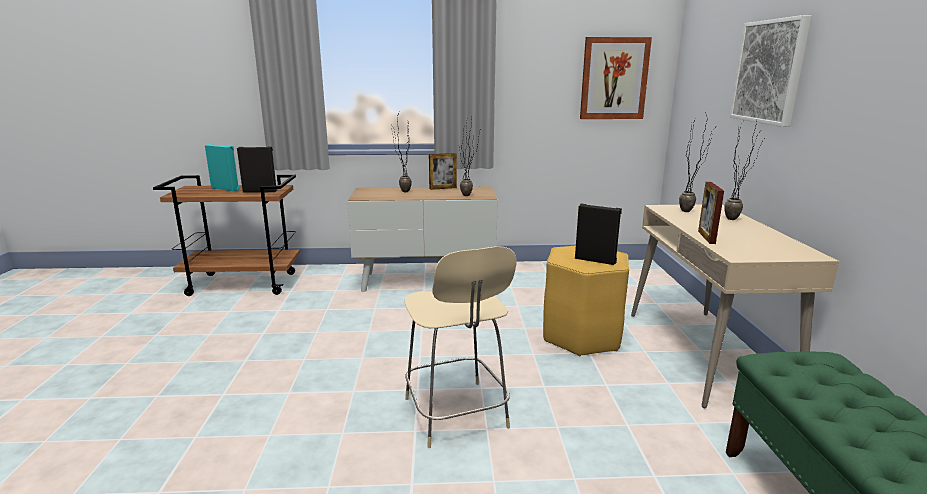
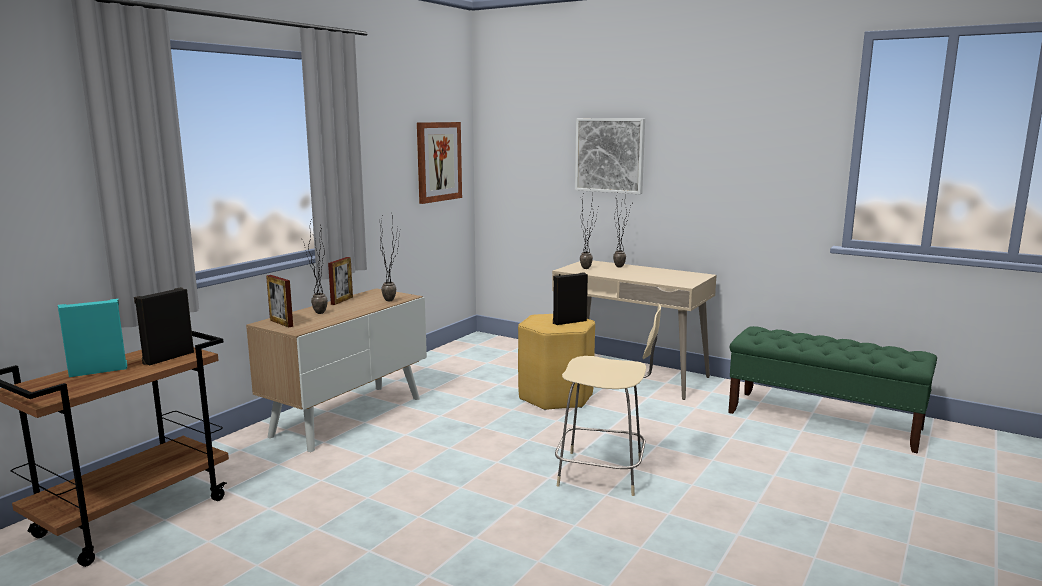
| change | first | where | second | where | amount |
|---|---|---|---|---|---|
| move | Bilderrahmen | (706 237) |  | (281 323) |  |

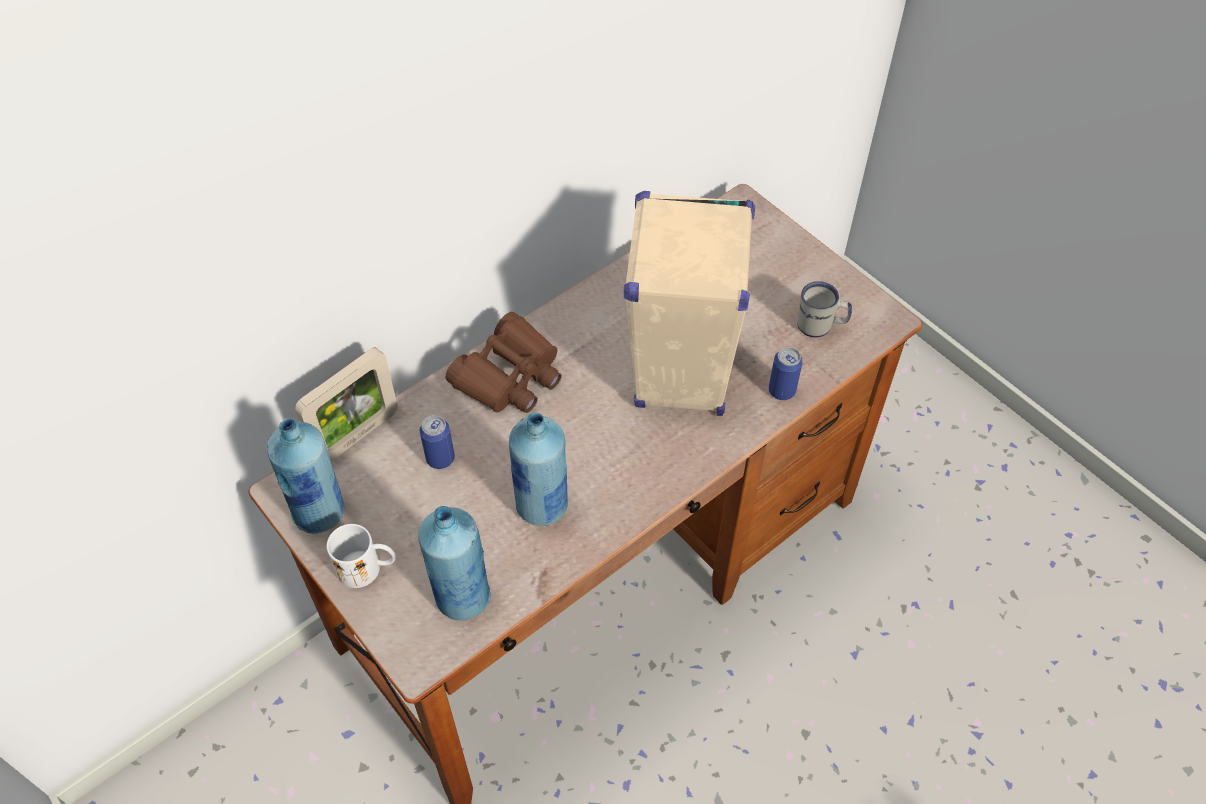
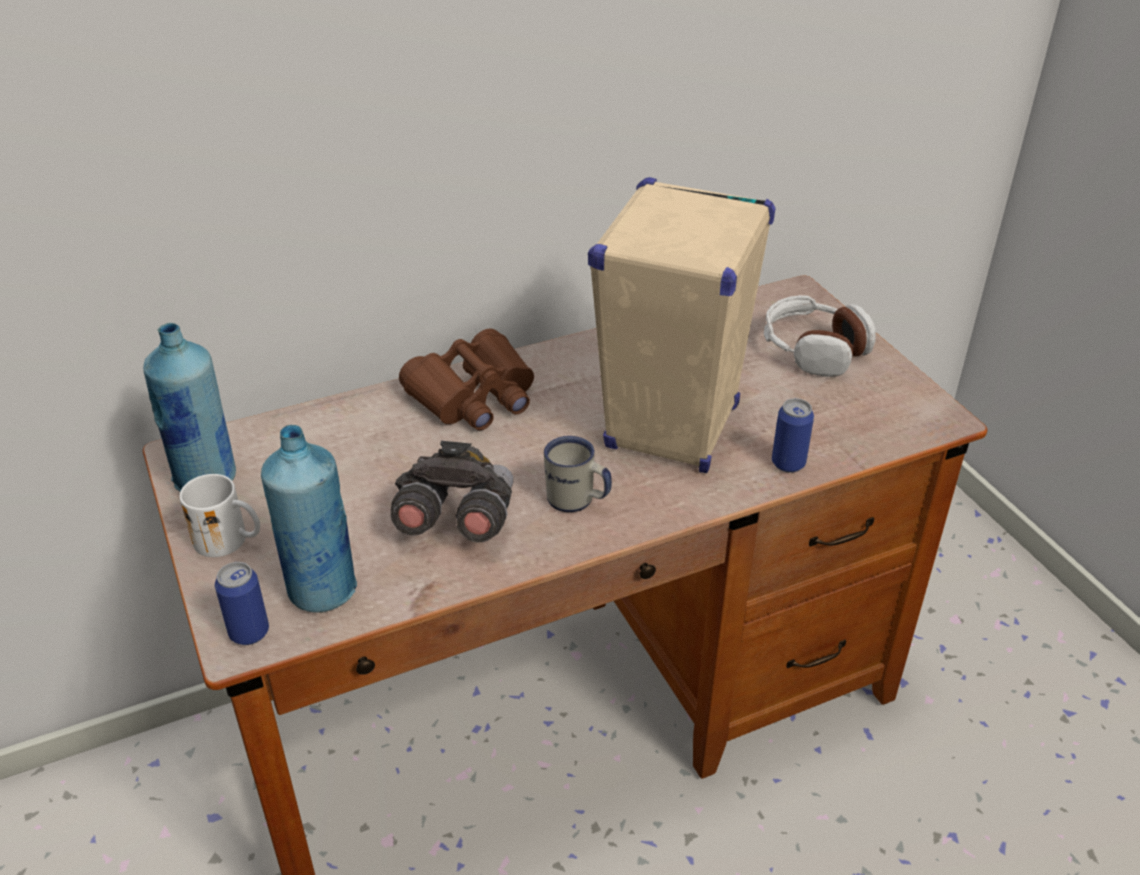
| change | first | where | second | where | amount |
|---|---|---|---|---|---|
| move | Henkelbecher (weiß) | (820 326) |  | (577 501) |  |
| delete | Bilderrahmen | (357 436) |  |  |  |
| replace | Flasche (blau) | (542 506) | Fernglas (grau) | (456 520) |  |
| move | Dose | (440 459) |  | (249 632) |  |
| insert |  |  | Kopfhörer | (813 349) |  |

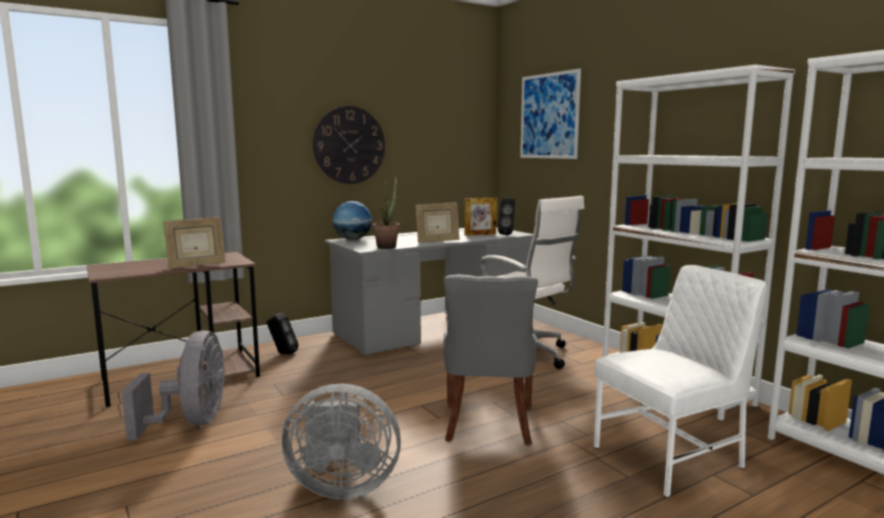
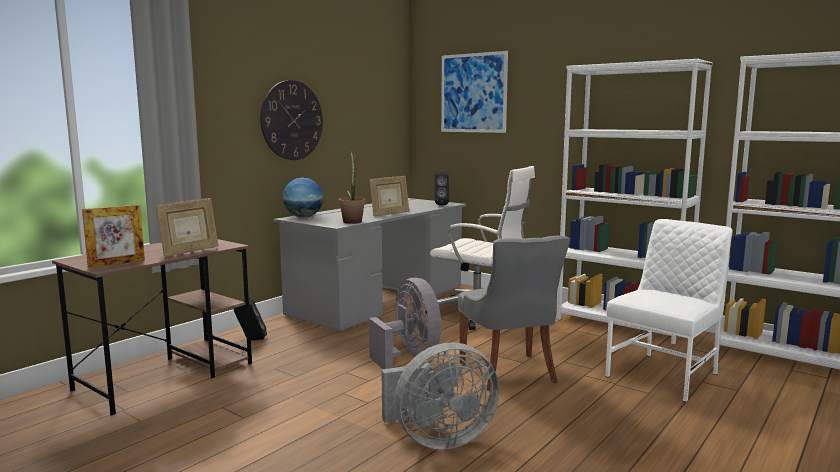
| change | first | where | second | where | amount |
|---|---|---|---|---|---|
| move | Bilderrahmen | (480 234) |  | (117 264) |  |
| move | Ventilator (grau) | (192 422) |  | (409 355) |  |

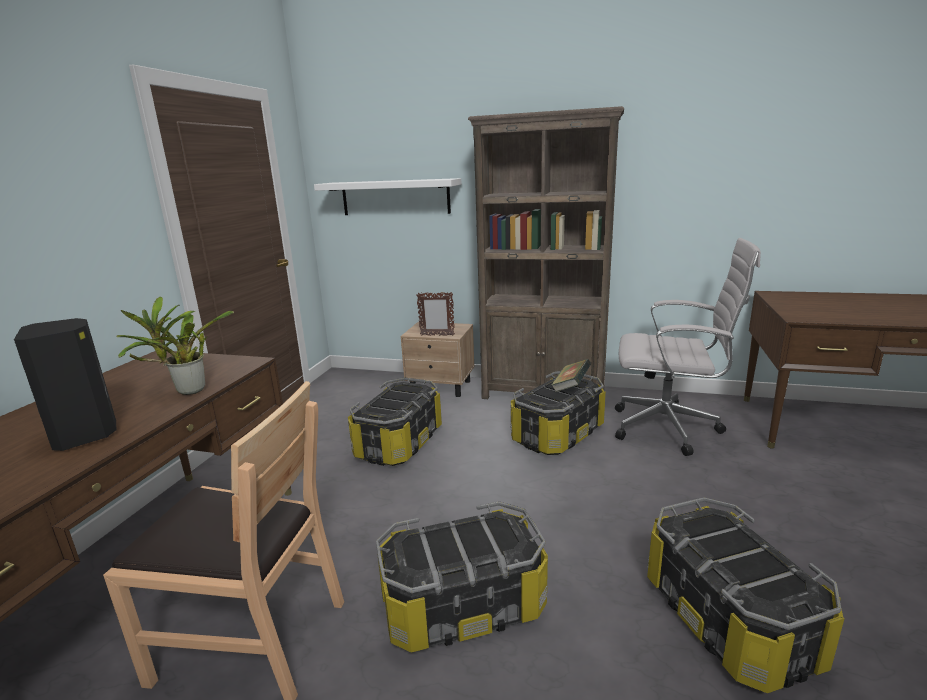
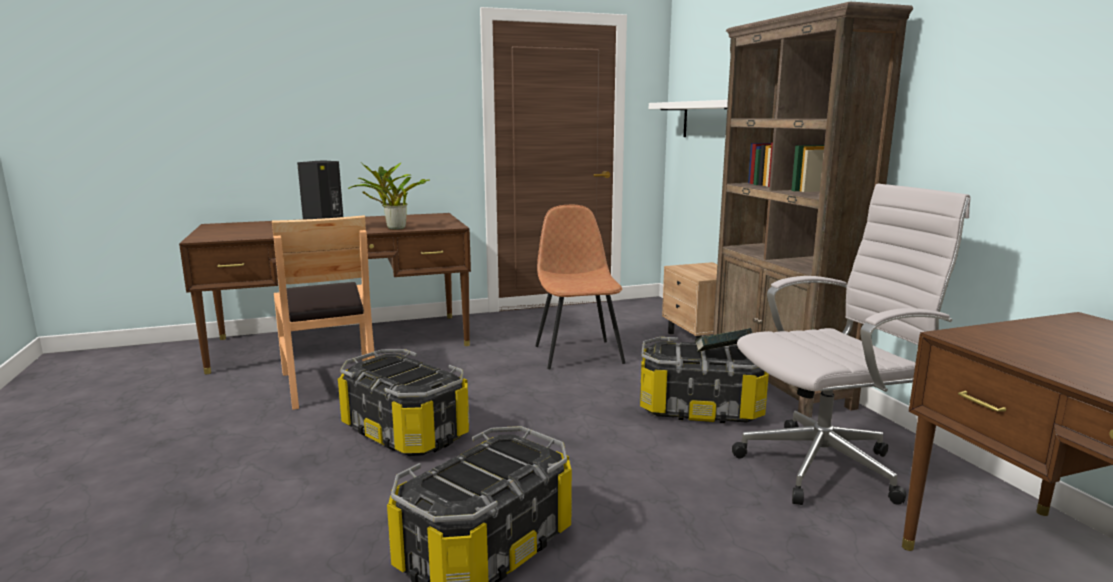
| change | first | where | second | where | amount |
|---|---|---|---|---|---|
| rotate | Bürostuhl (weiß) | (670 428) |  | (827 466) | 90 degrees counterclockwise |
| delete | Bilderrahmen | (437 335) |  |  |  |
| replace | Aufbewahrungsbox | (398 443) | Stuhl (braun) | (578 353) |  |

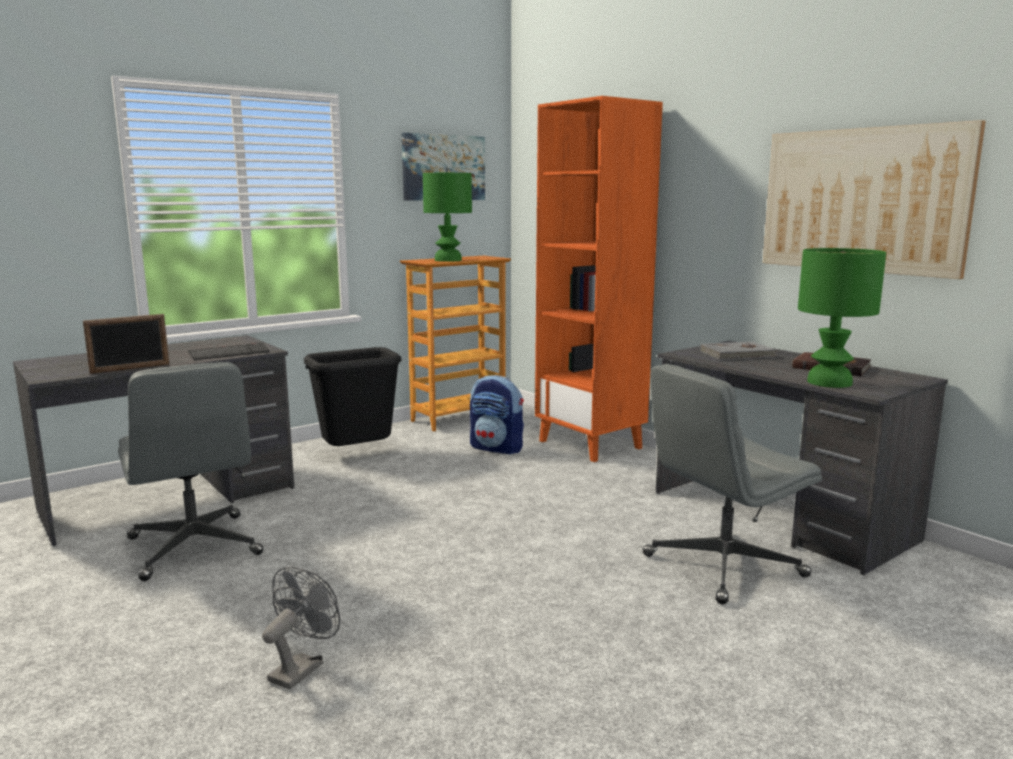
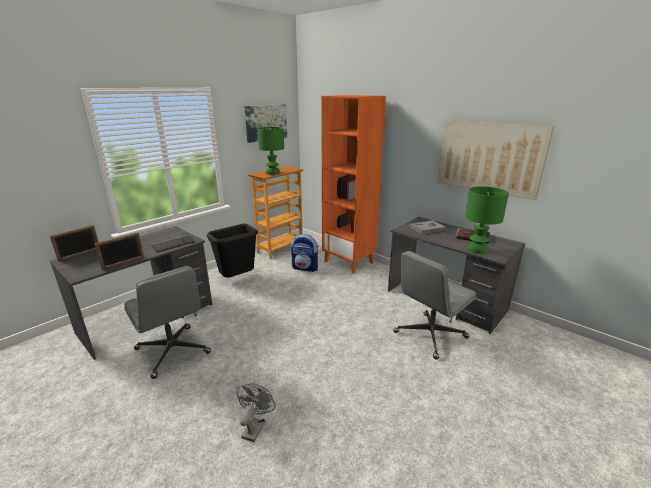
| change | first | where | second | where | amount |
|---|---|---|---|---|---|
| insert |  |  | Bilderrahmen | (80 255) |  |

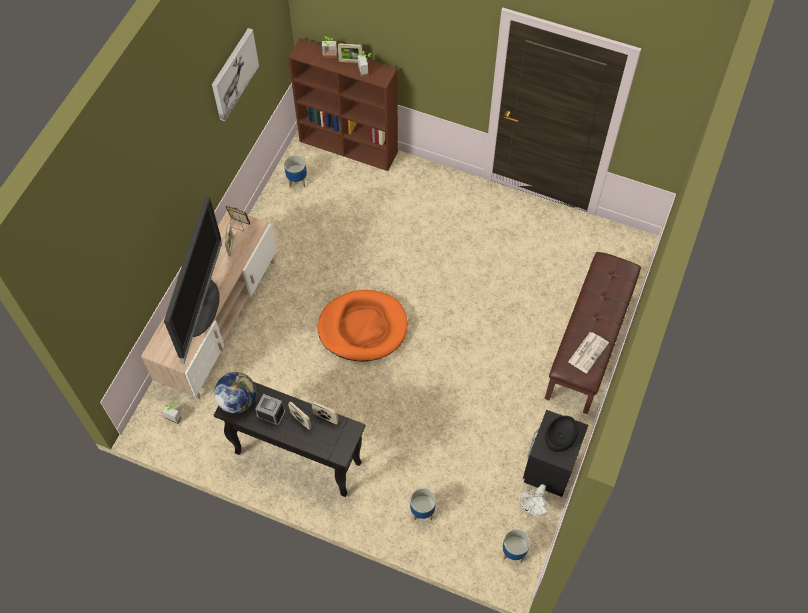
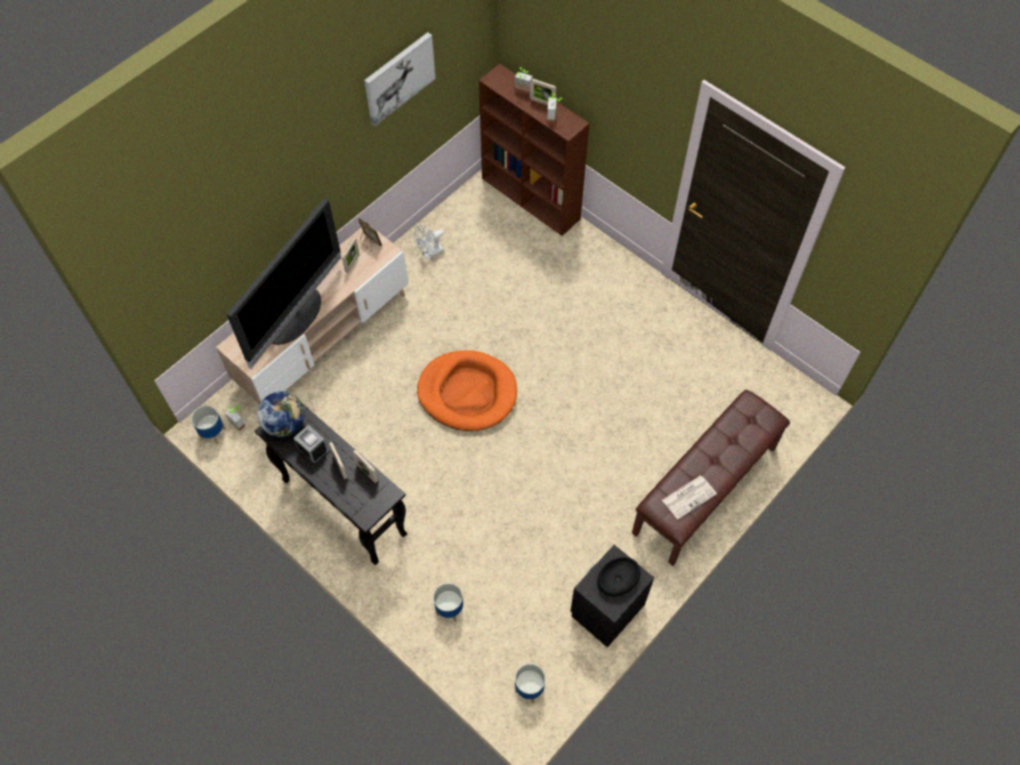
| change | first | where | second | where | amount |
|---|---|---|---|---|---|
| move | Pflanzkübel | (297 181) |  | (213 433) |  |
| move | Ventilator (weiß) | (532 508) |  | (430 254) |  |

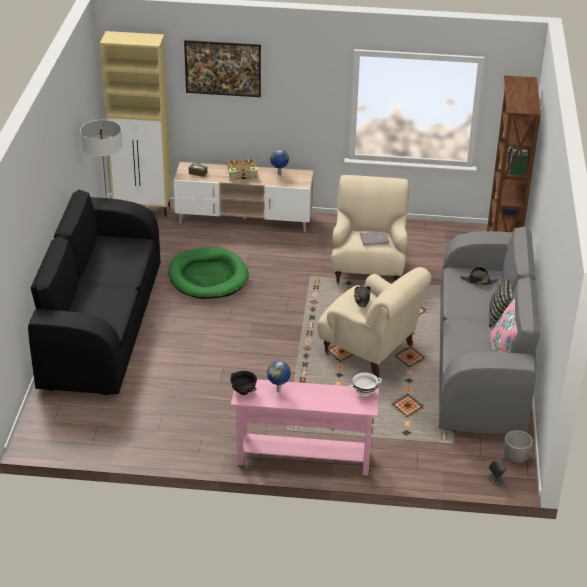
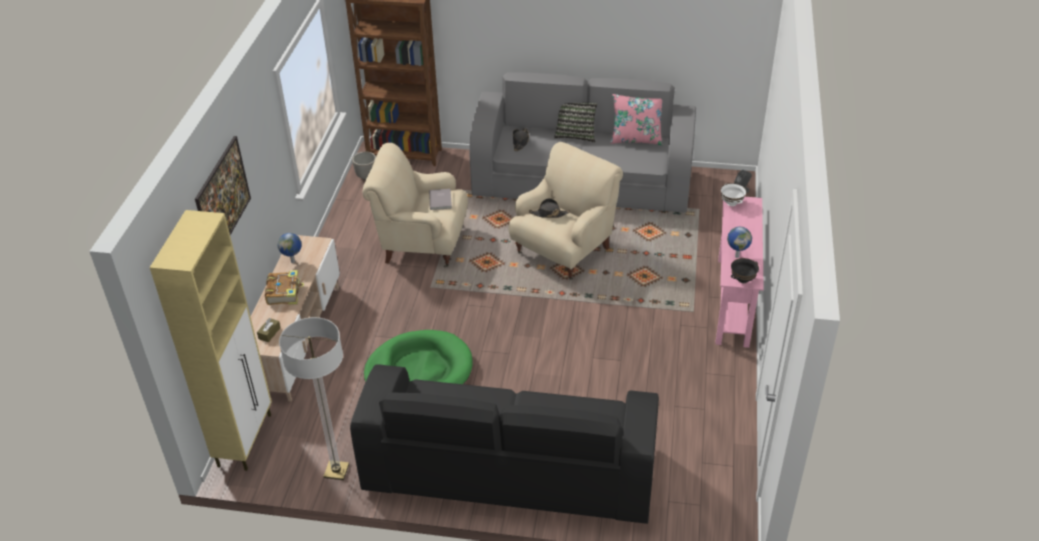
| change | first | where | second | where | amount |
|---|---|---|---|---|---|
| move | Pflanzkübel | (516 459) |  | (367 176) |  |

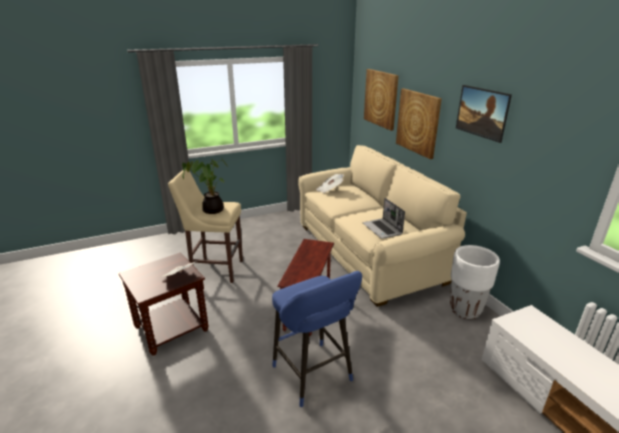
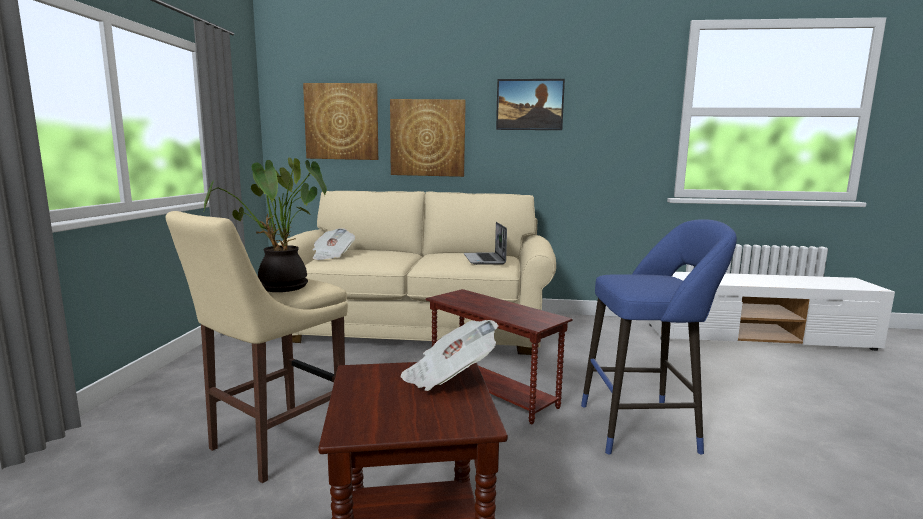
| change | first | where | second | where | amount |
|---|---|---|---|---|---|
| rotate | Laptop | (382 229) |  | (485 260) | 75 degrees clockwise |
| delete | Pflanzkübel (weiß) | (465 310) |  |  |  |

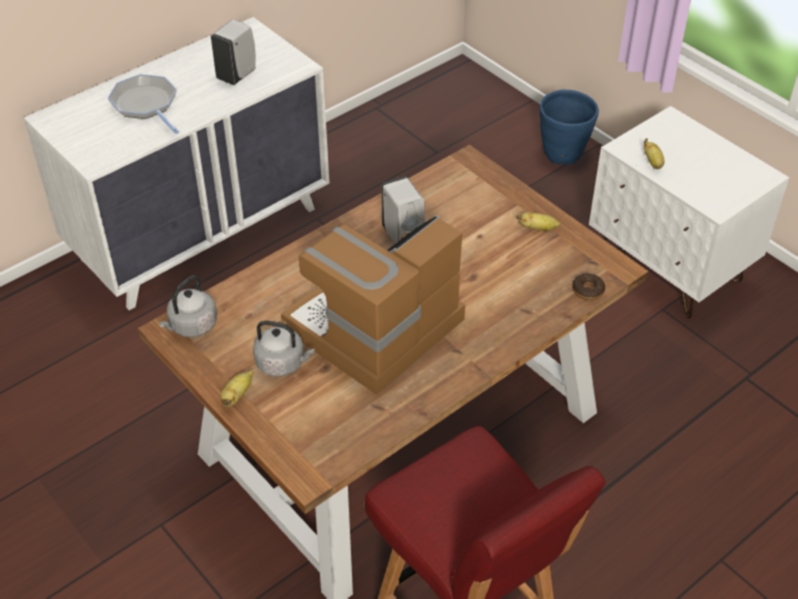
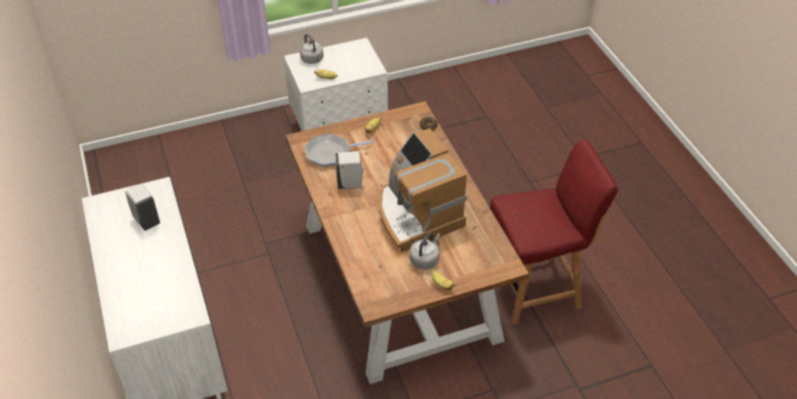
| change | first | where | second | where | amount |
|---|---|---|---|---|---|
| move | Pfanne | (146 104) |  | (330 153) |  |
| delete | Pflanzkübel (blau) | (563 155) |  |  |  |
| move | Wasserkessel (grau) | (191 326) |  | (312 60) |  |

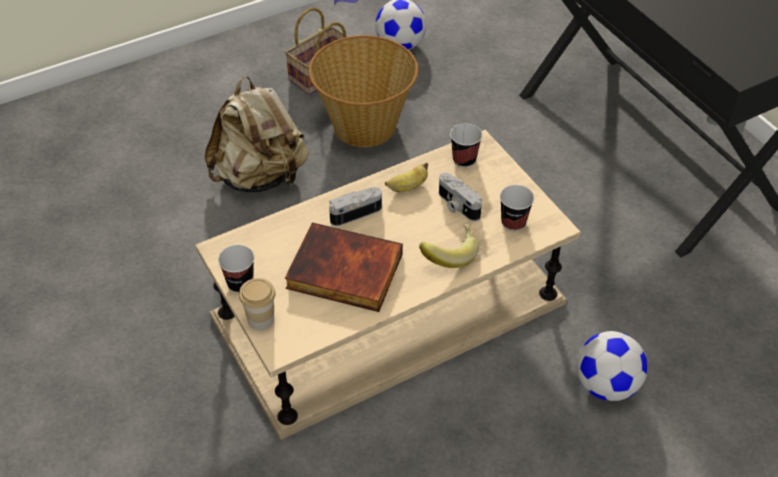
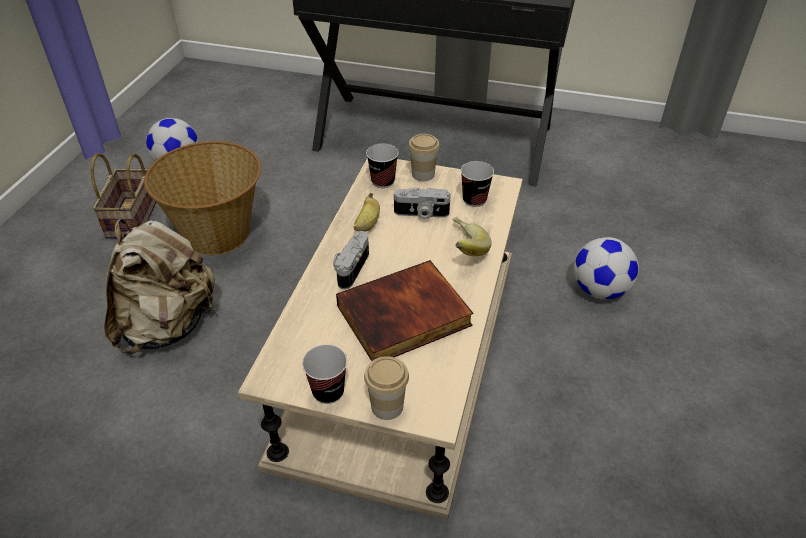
| change | first | where | second | where | amount |
|---|---|---|---|---|---|
| insert |  |  | Tasse | (423 174) |  |

